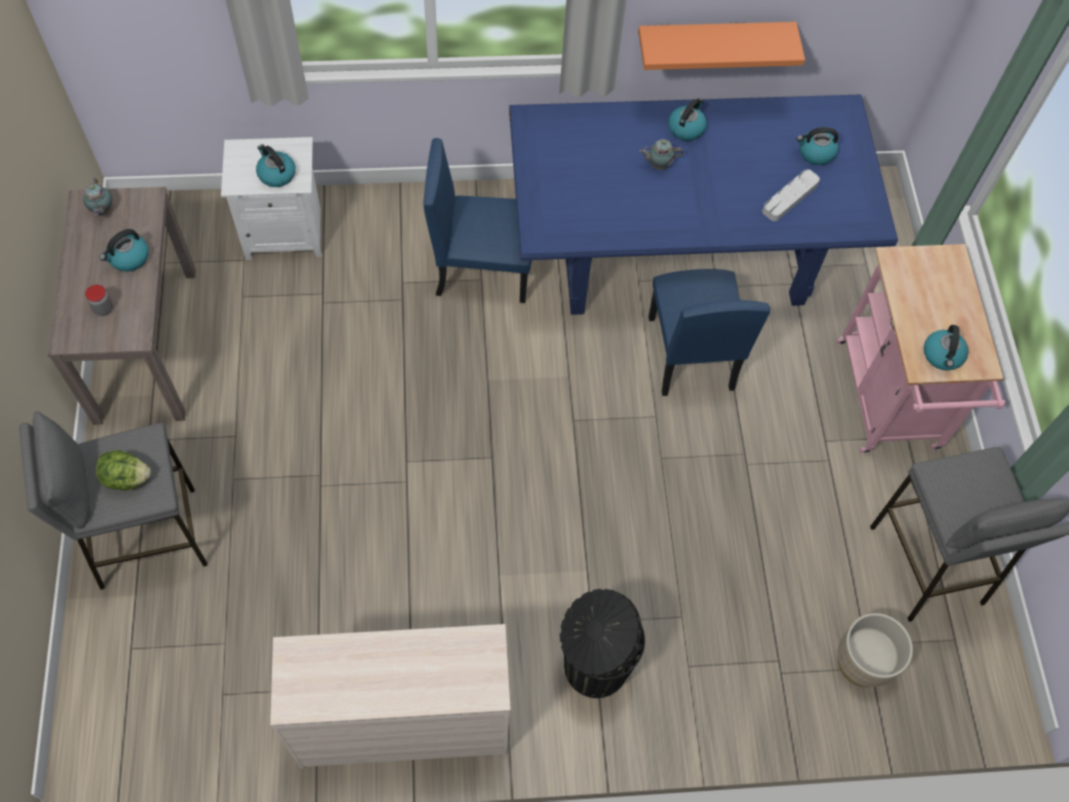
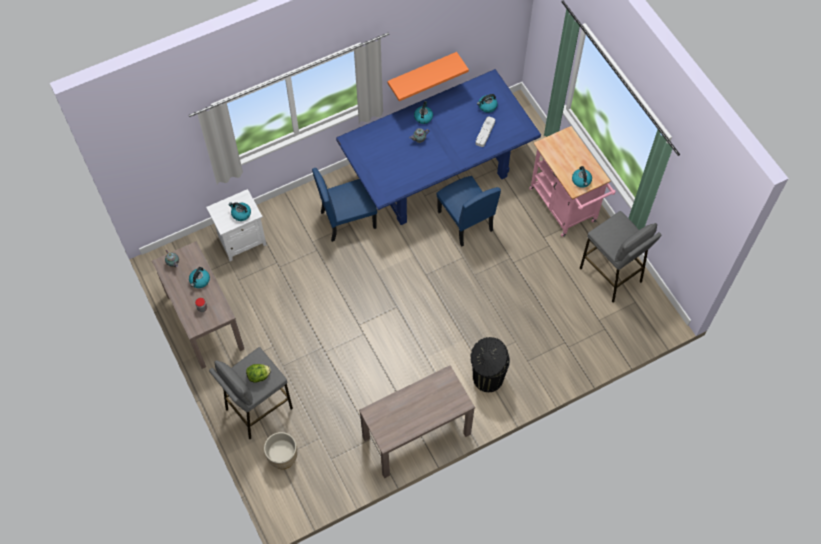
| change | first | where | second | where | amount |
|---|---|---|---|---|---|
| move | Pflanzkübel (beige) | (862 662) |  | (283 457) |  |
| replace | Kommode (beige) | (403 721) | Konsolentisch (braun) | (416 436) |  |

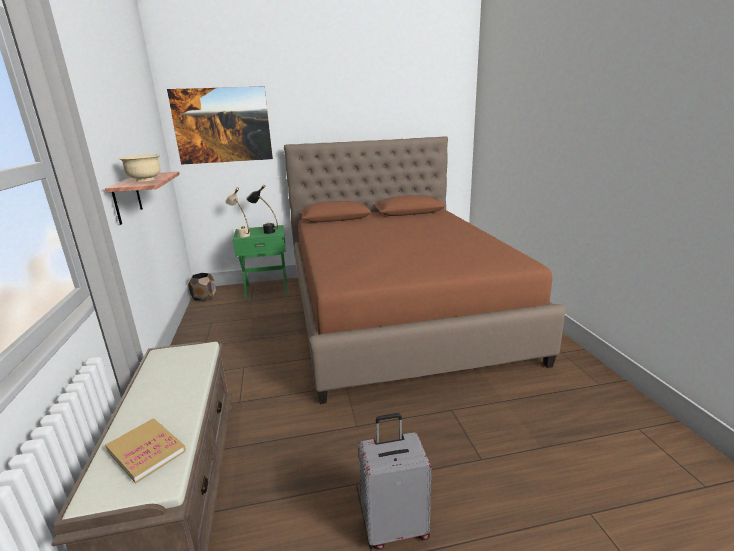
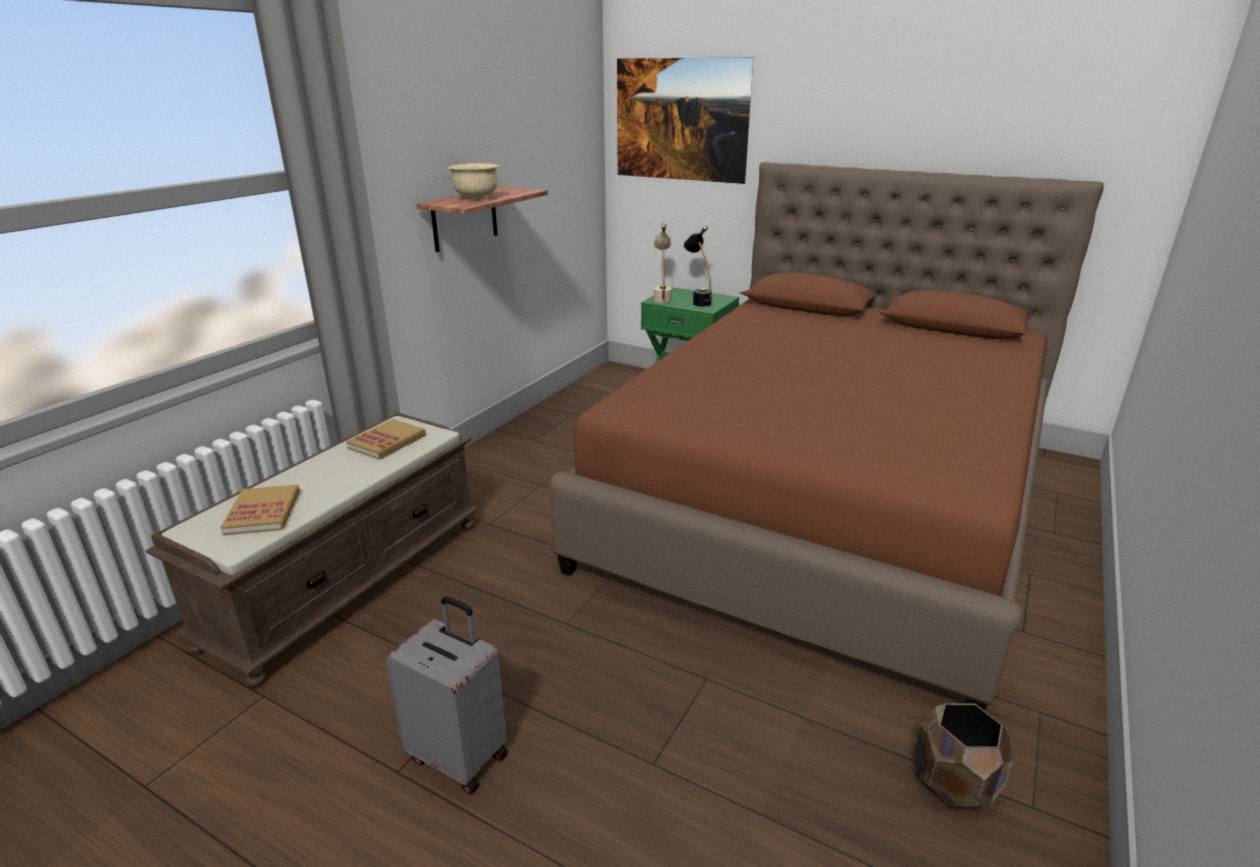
| change | first | where | second | where | amount |
|---|---|---|---|---|---|
| move | Pflanzkübel (braun) | (204 298) |  | (954 783) |  |
| insert |  |  | Buch | (387 442) |  |

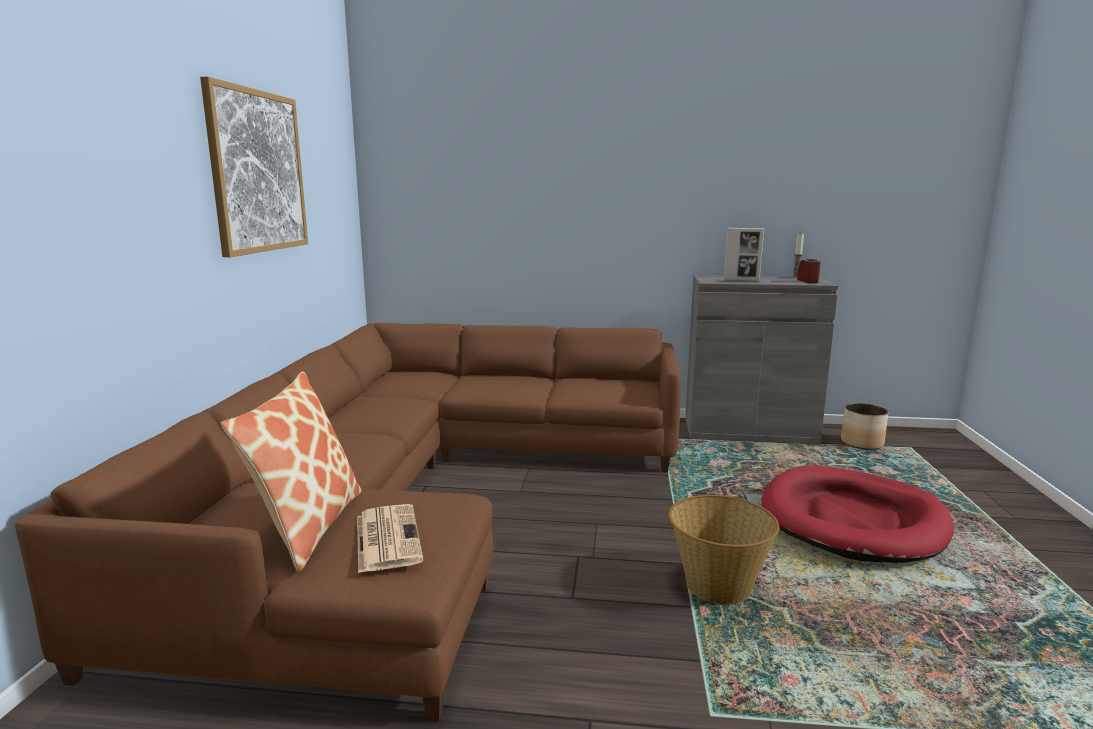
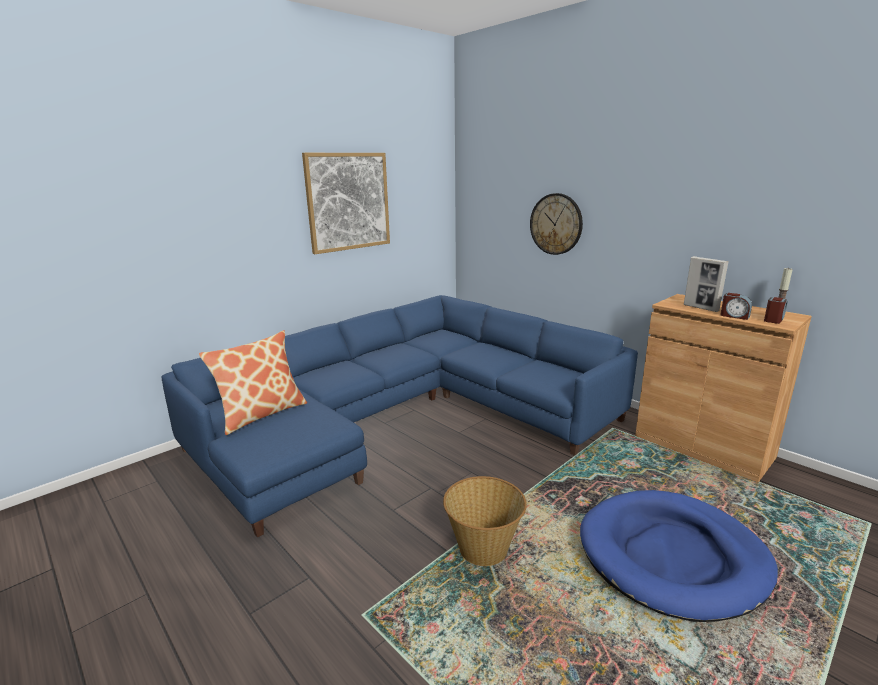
| change | first | where | second | where | amount |
|---|---|---|---|---|---|
| recolor | Schrank (grau) | (749 431) | Schrank (braun) | (702 446) |  |
| recolor | Sofa (braun) | (422 495) | Sofa (blau) | (405 415) |  |
| delete | Pflanzkübel | (862 443) |  |  |  |
| recolor | Hundebett (rot) | (852 520) | Hundebett (blau) | (672 556) |  |
| delete | Zeitung | (387 537) |  |  |  |
| insert |  |  | Wanduhr | (556 224) |  |
| insert |  |  | Wecker | (734 316) |  |

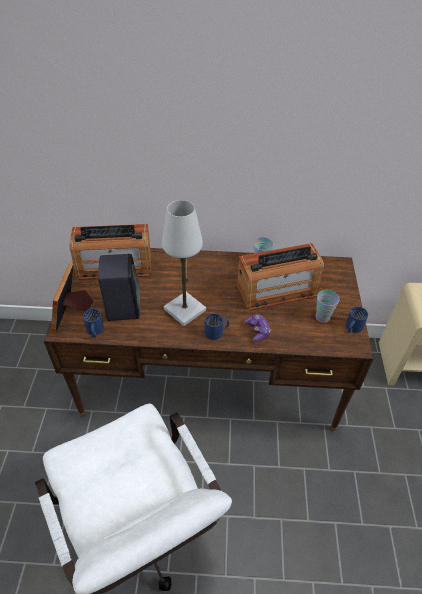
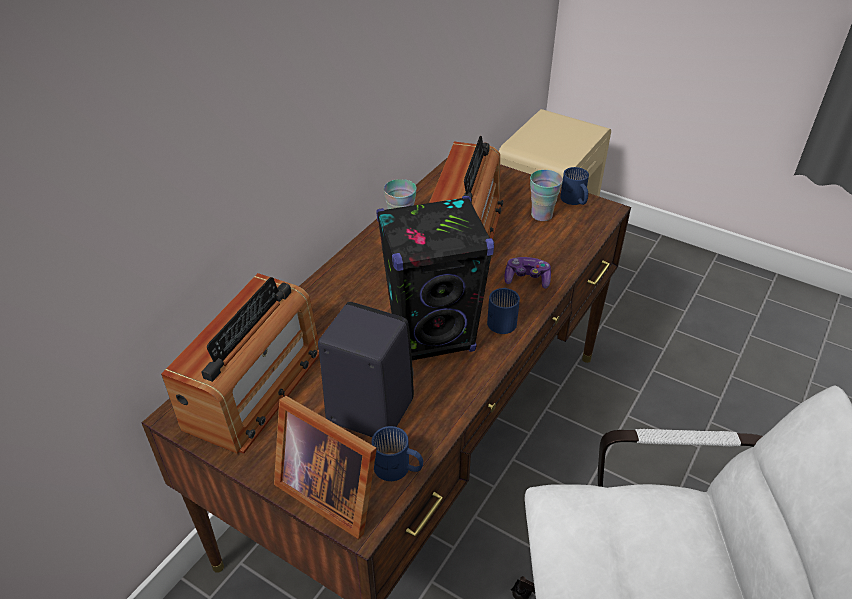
| change | first | where | second | where | amount |
|---|---|---|---|---|---|
| replace | Tischlampe (weiß) | (185 310) | Lautsprecher (schwarz) | (433 336) |  |

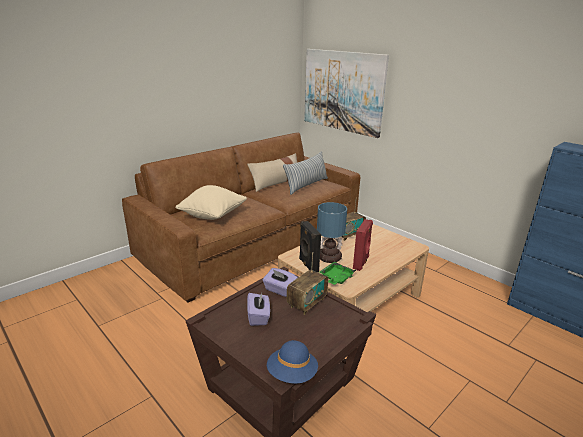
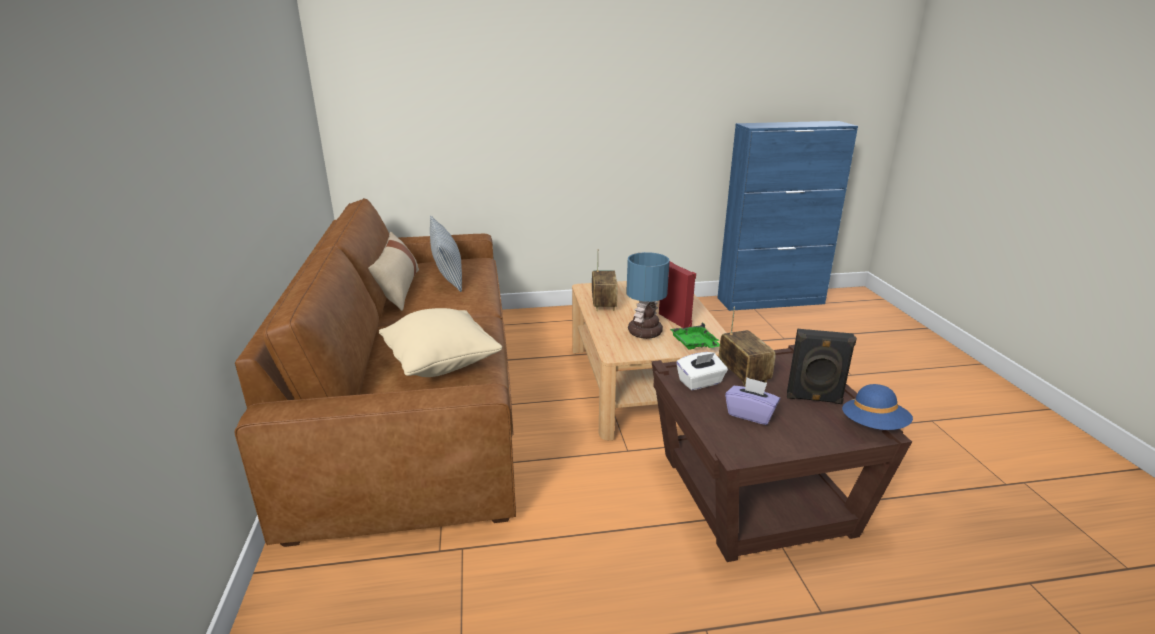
| change | first | where | second | where | amount |
|---|---|---|---|---|---|
| delete | Bild | (343 91) |  |  |  |
| move | Lautsprecher (schwarz) | (308 265) |  | (814 399) |  |
| recolor | Taschentuchbox (lila) | (279 290) | Taschentuchbox (weiß) | (700 382) |  |

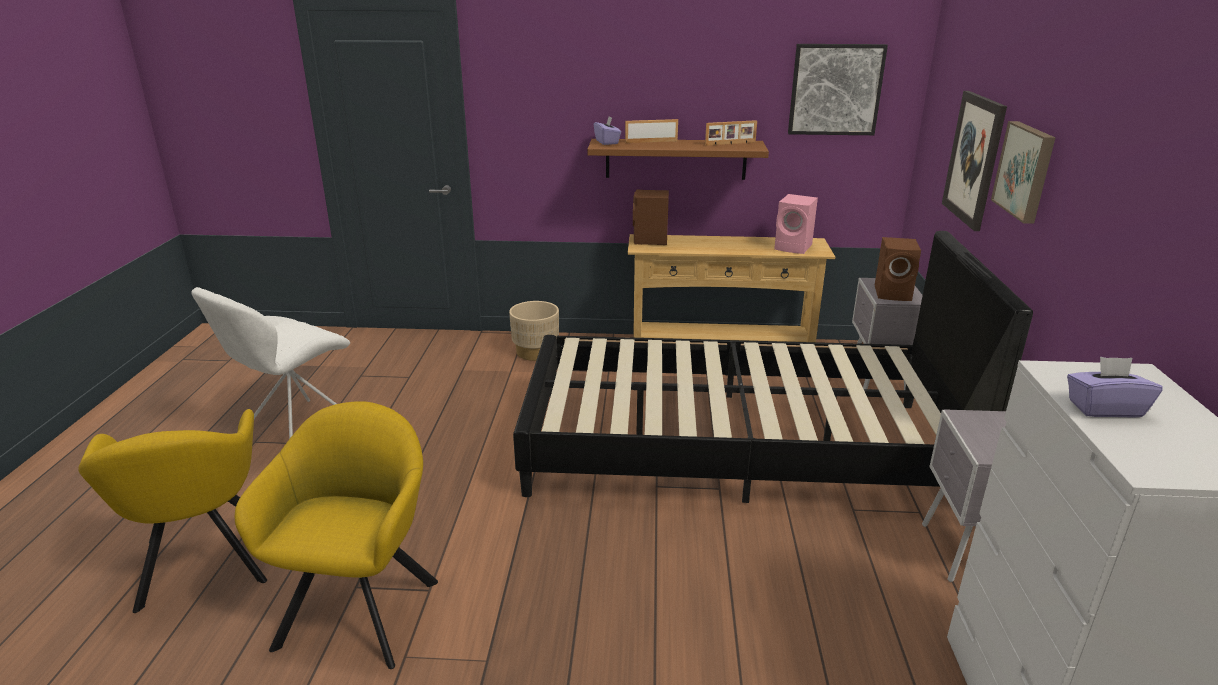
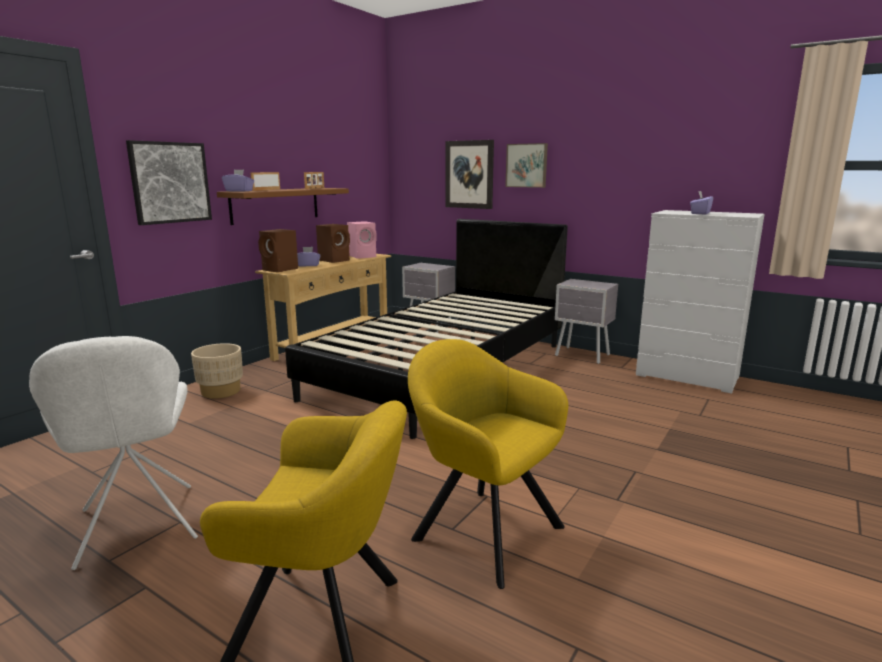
| change | first | where | second | where | amount |
|---|---|---|---|---|---|
| move | Bild | (835 89) |  | (170 182) |  |
| move | Lautsprecher (braun) | (894 293) |  | (335 260) |  |
| insert |  |  | Taschentuchbox (lila) | (308 265) |  |

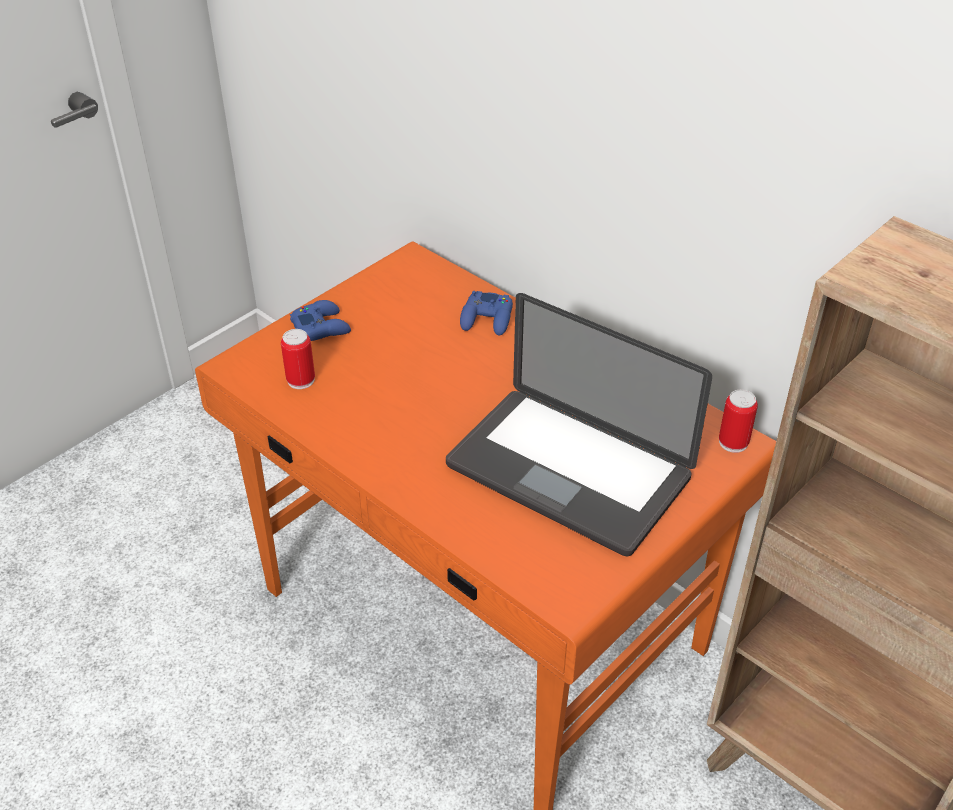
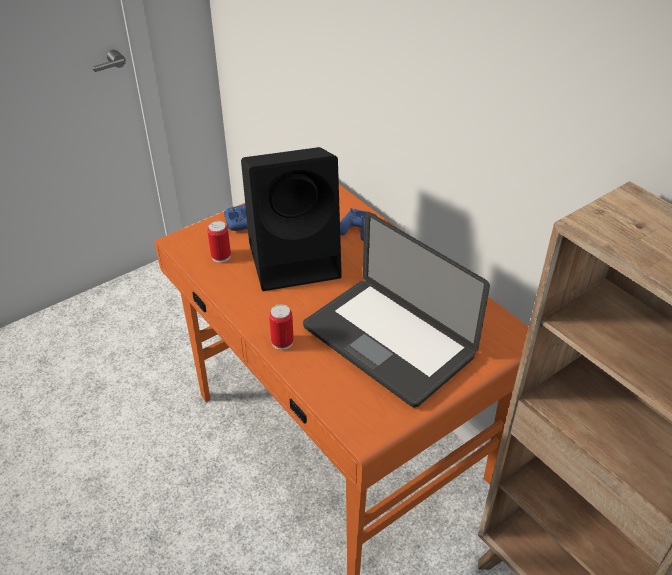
| change | first | where | second | where | amount |
|---|---|---|---|---|---|
| move | Dose | (733 442) |  | (282 342) |  |
| insert |  |  | Lautsprecher (schwarz) | (296 259) |  |

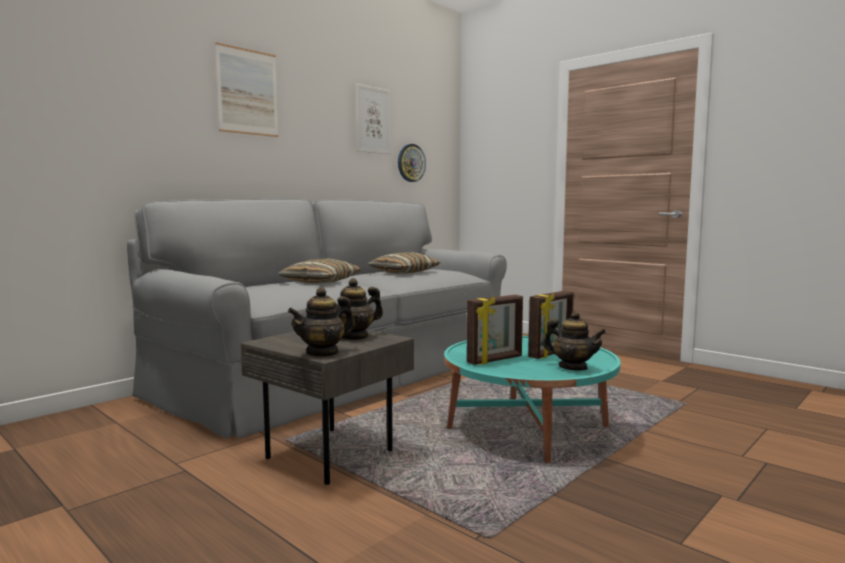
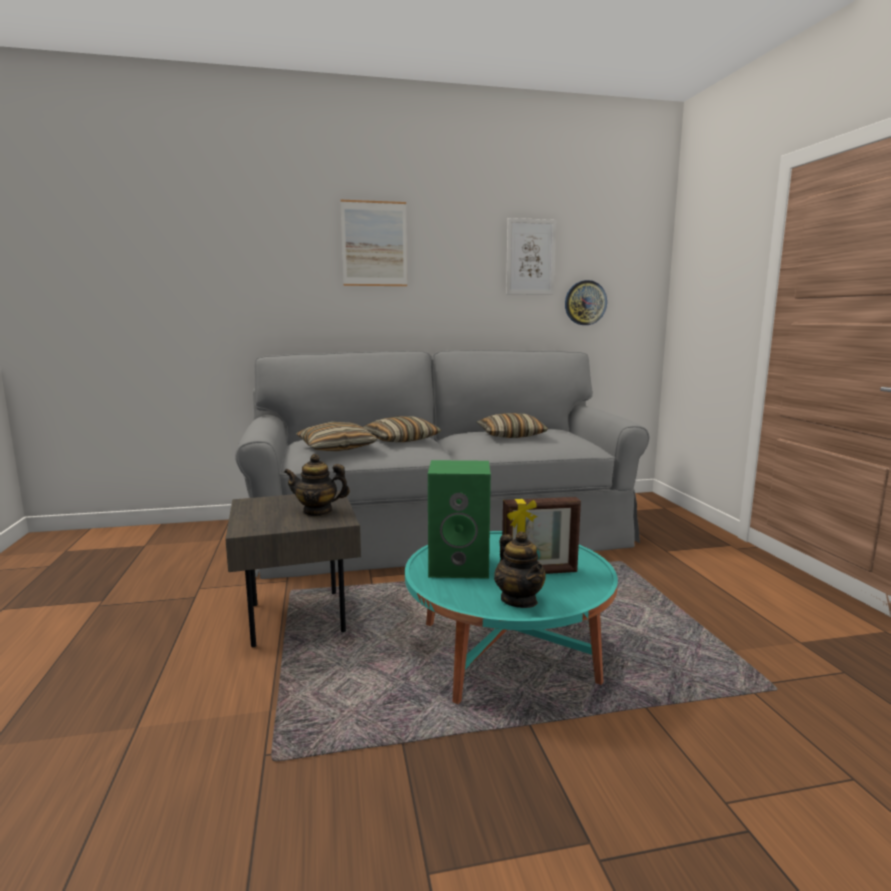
| change | first | where | second | where | amount |
|---|---|---|---|---|---|
| delete | Teekanne | (323 353) |  |  |  |
| replace | Bilderrahmen | (495 360) | Lautsprecher (grün) | (460 566) |  |
| insert |  |  | Kissen | (336 448) |  |

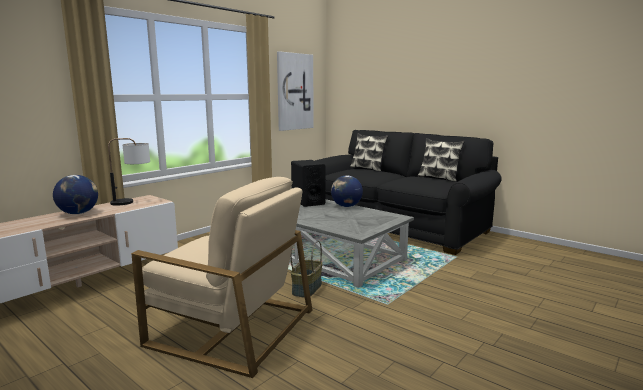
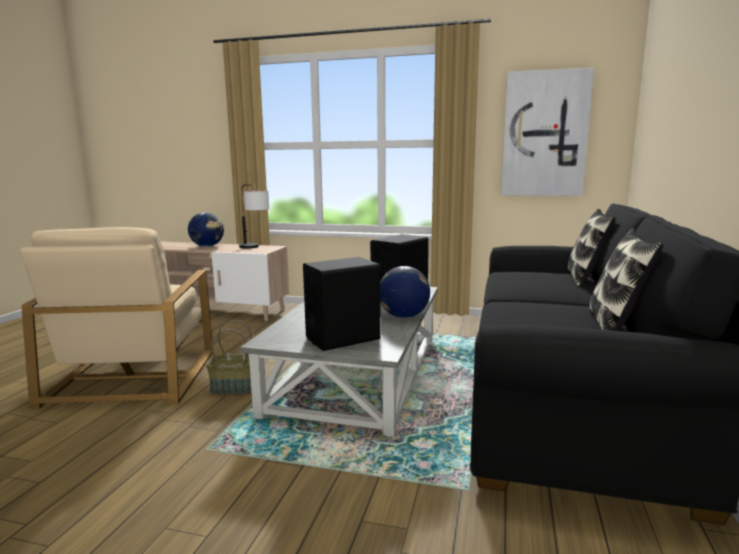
| change | first | where | second | where | amount |
|---|---|---|---|---|---|
| insert |  |  | Lautsprecher (schwarz) | (343 338) |  |

